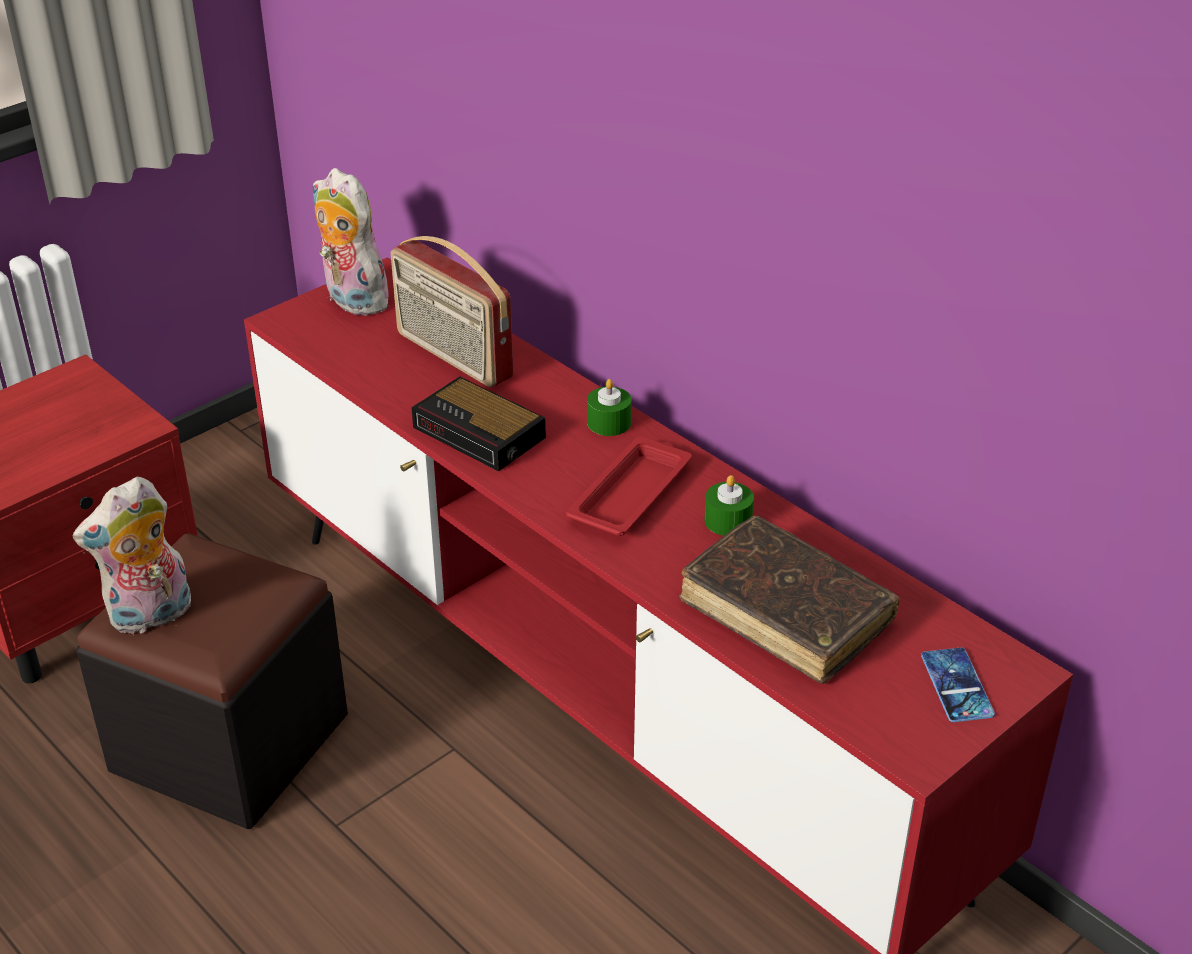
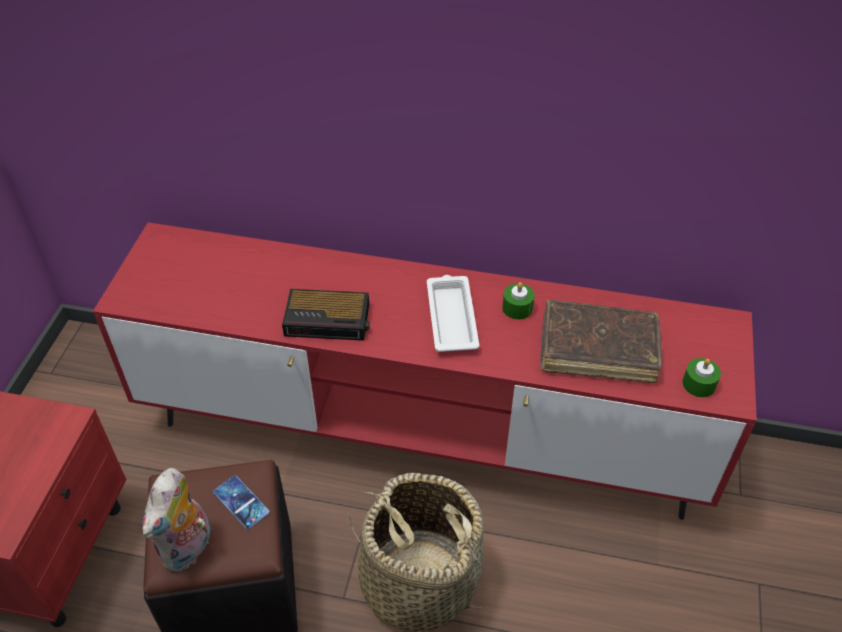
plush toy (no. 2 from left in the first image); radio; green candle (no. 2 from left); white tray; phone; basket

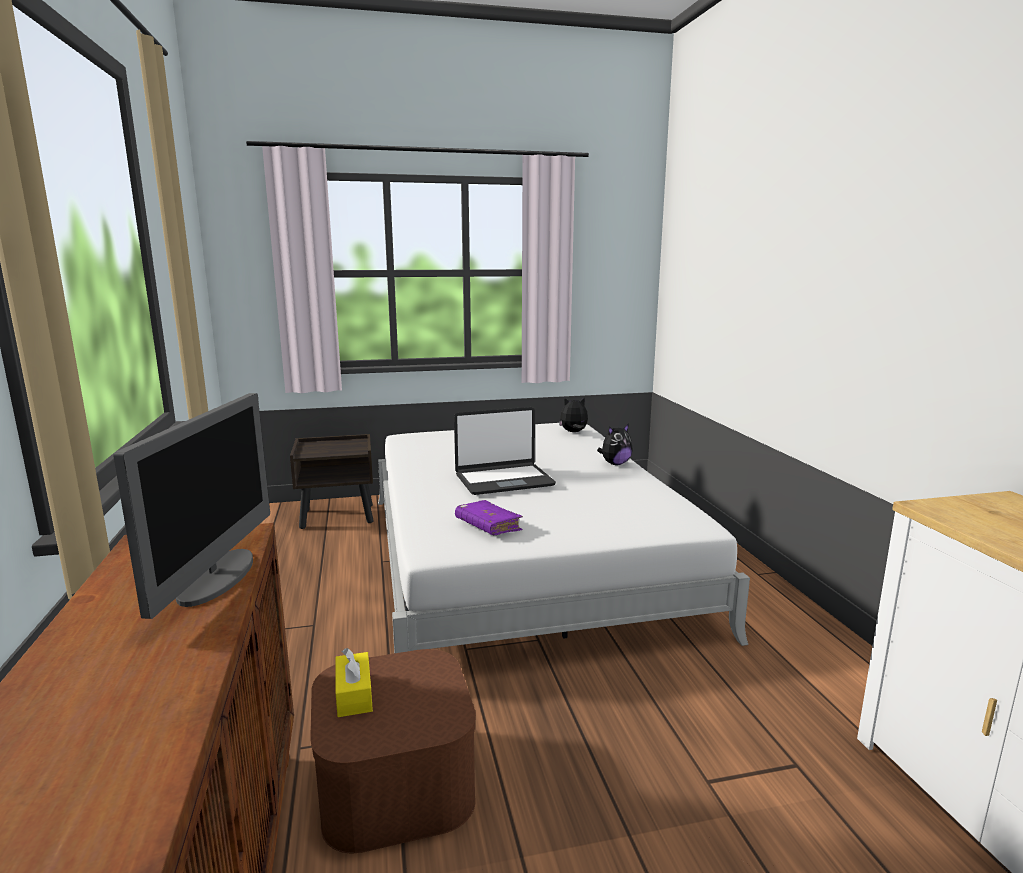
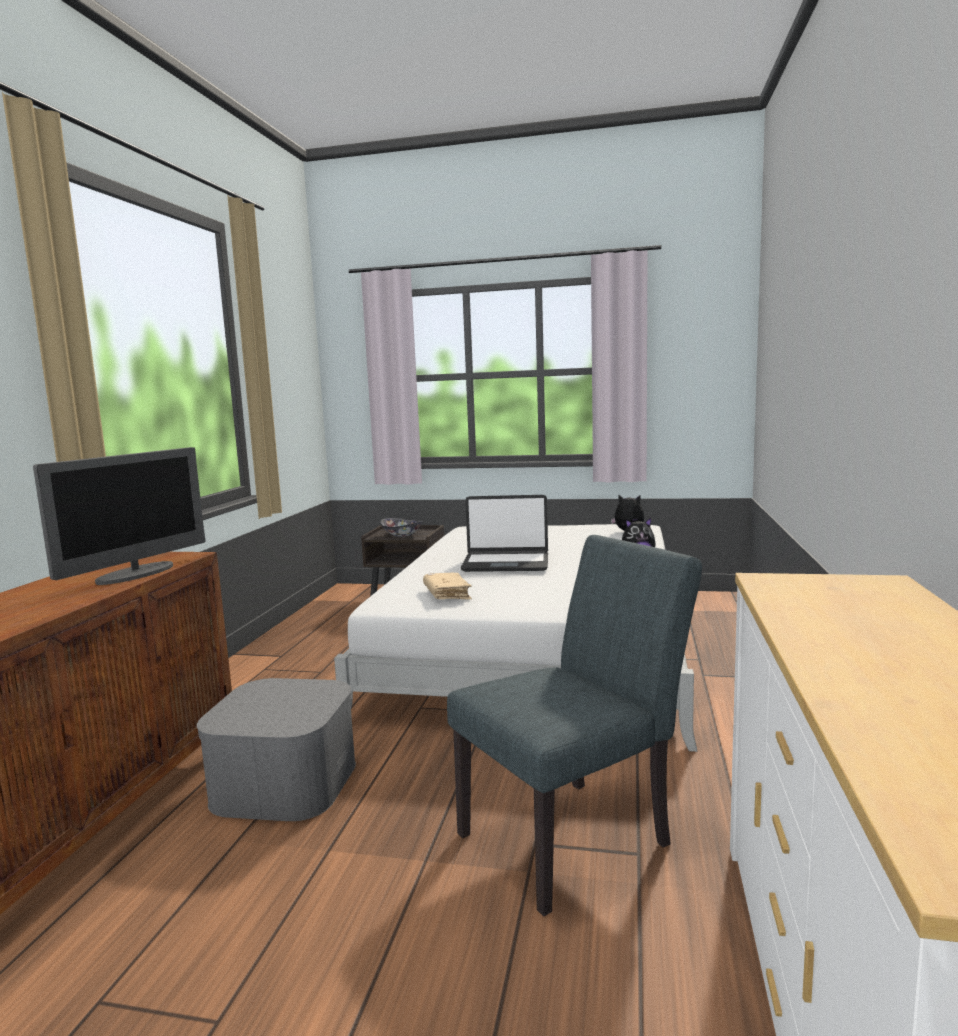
beige book; yellow tissue box; grey storage box; bowl; grey chair

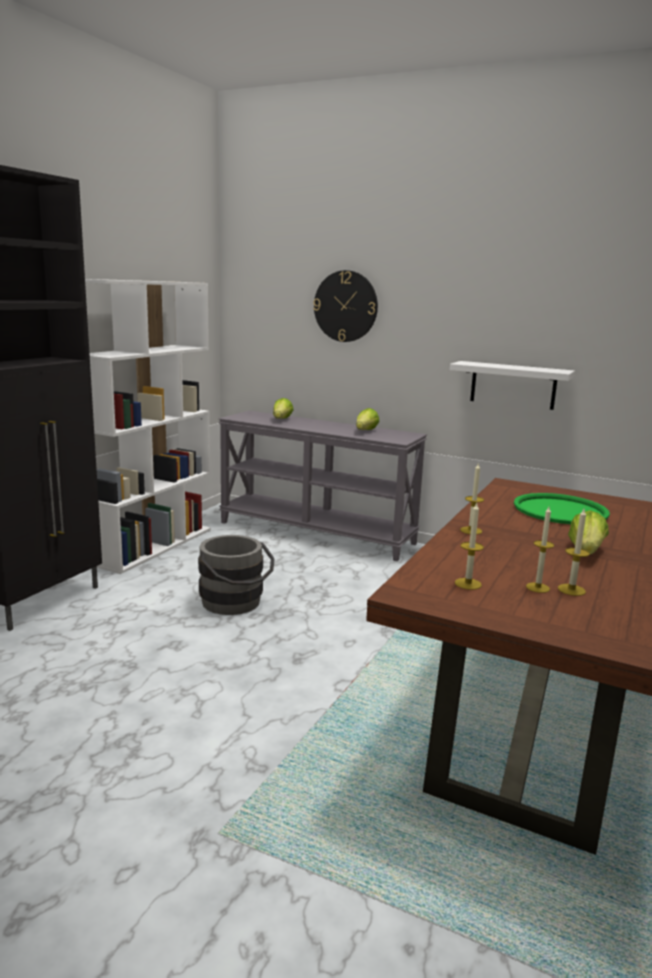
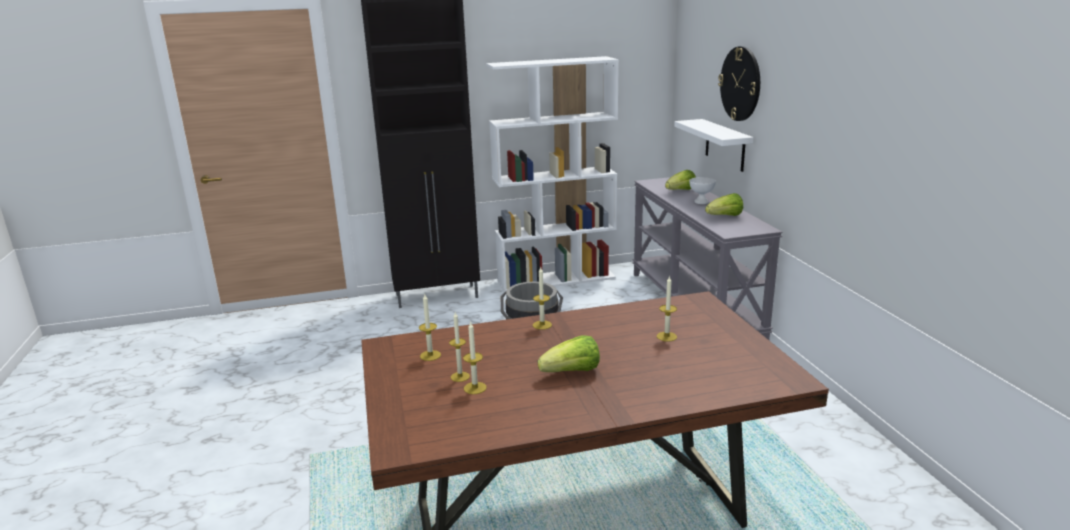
white shelf; candle (no. 5 from left); white bowl

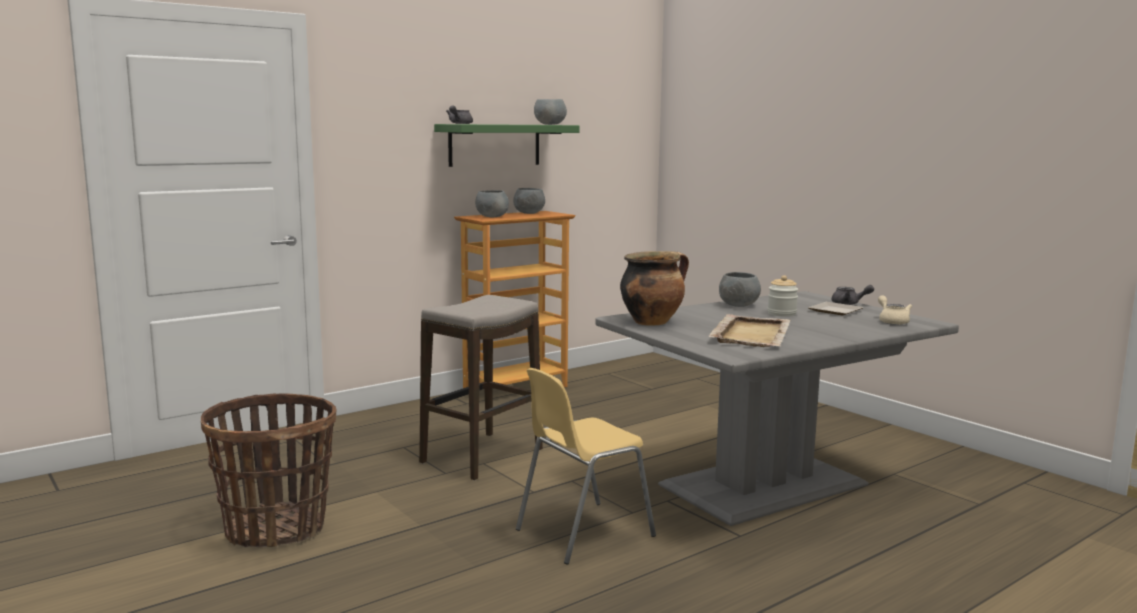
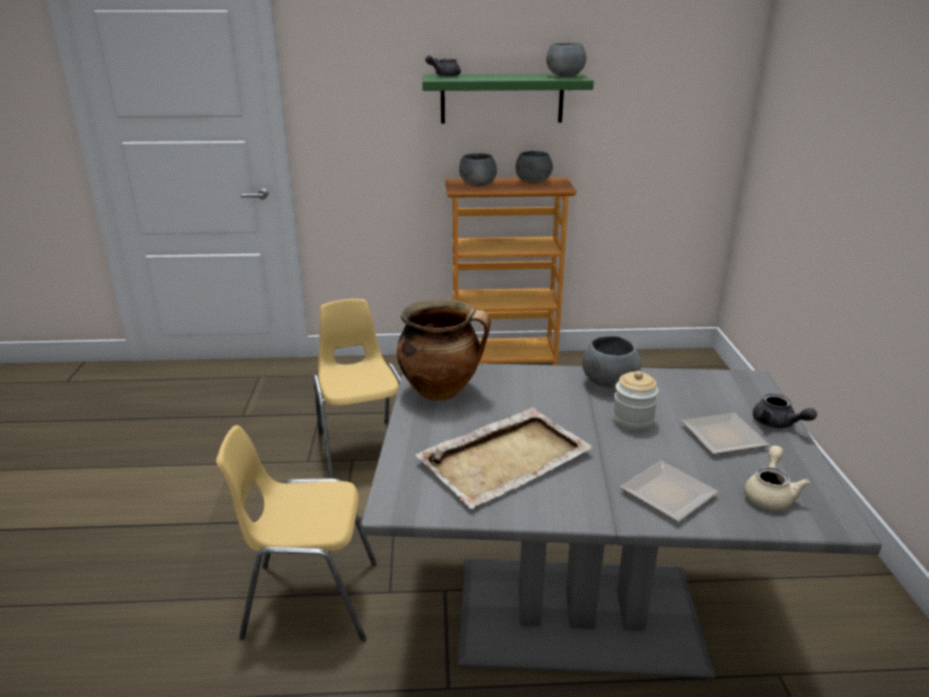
yellow chair (no. 2 from left); basket; plate (no. 1 from left)

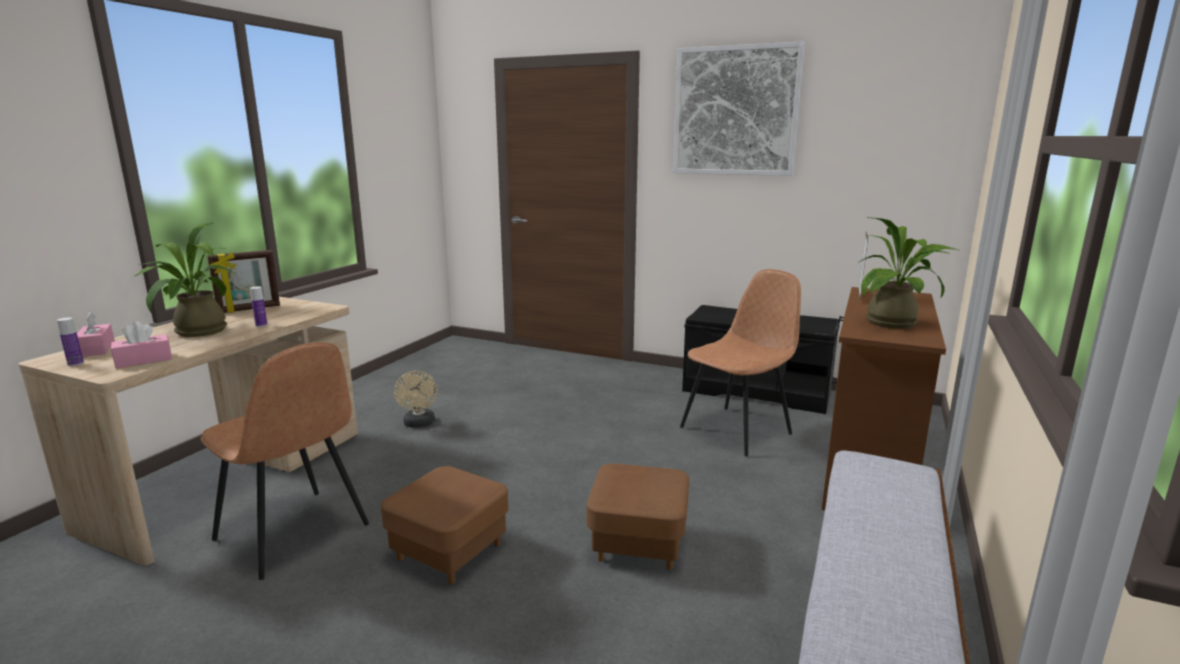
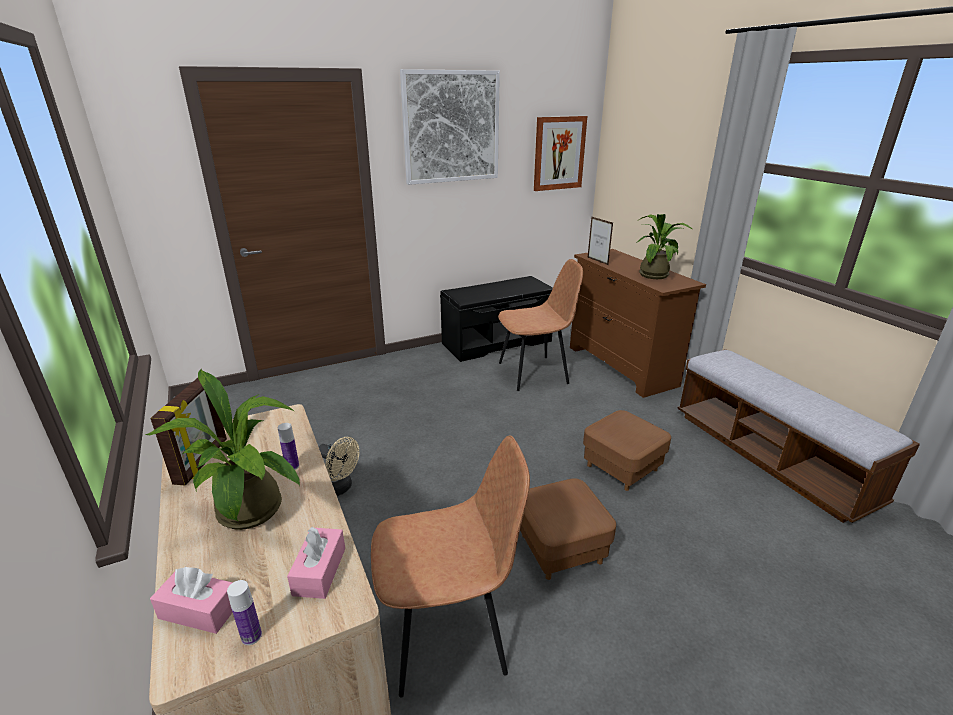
brown chair (no. 2 from left); picture (no. 2 from left)

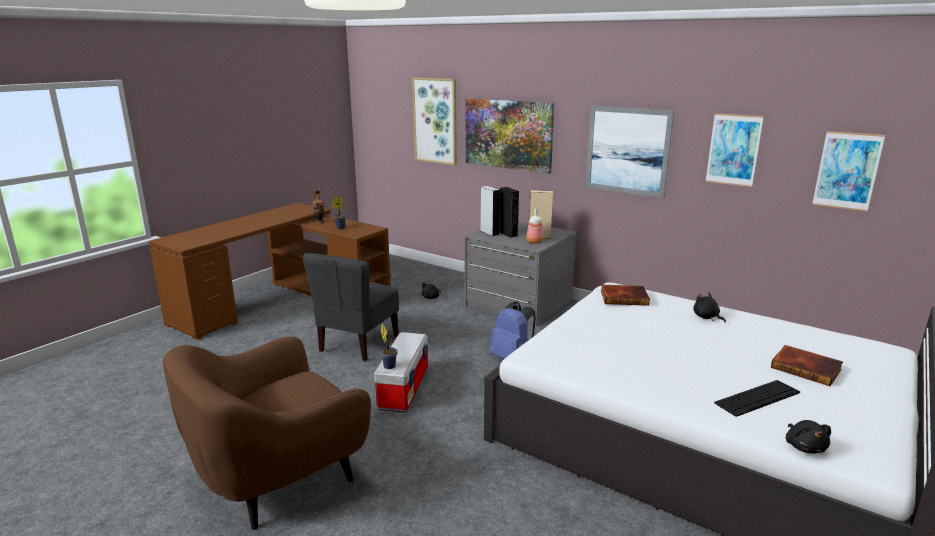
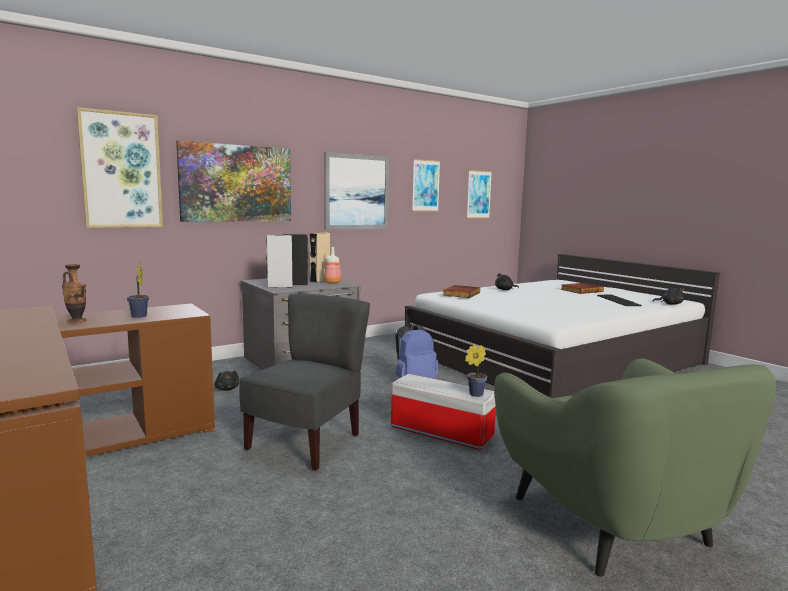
grey chair; green armchair

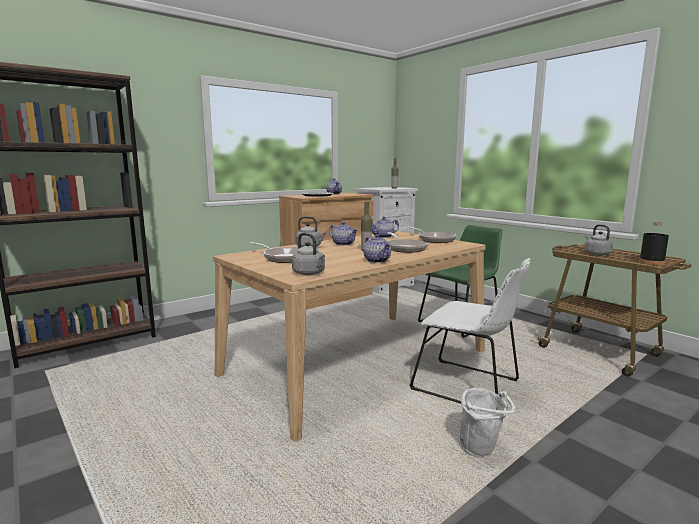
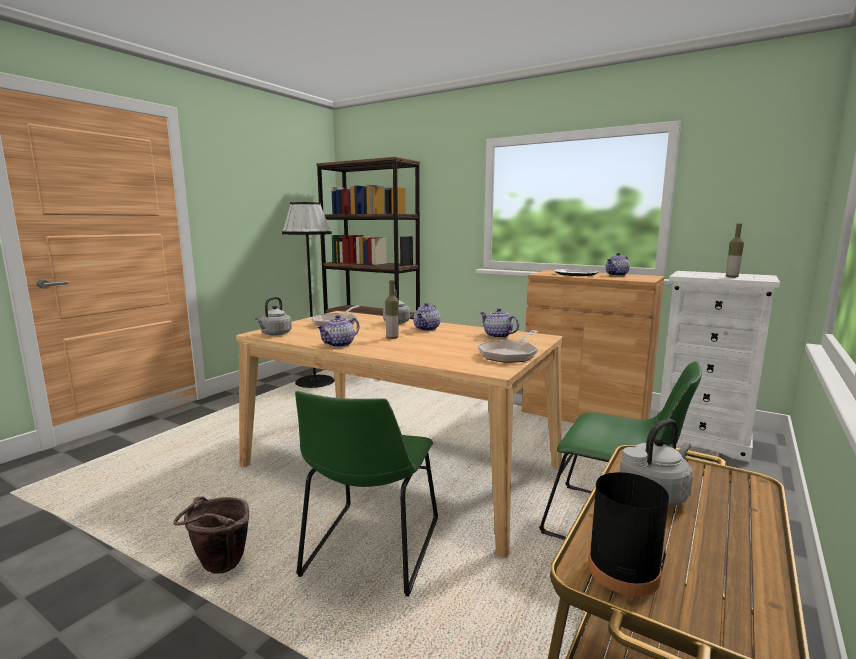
frying pan (no. 2 from left in the first image); green chair (no. 1 from left); brown bucket; black floor lamp

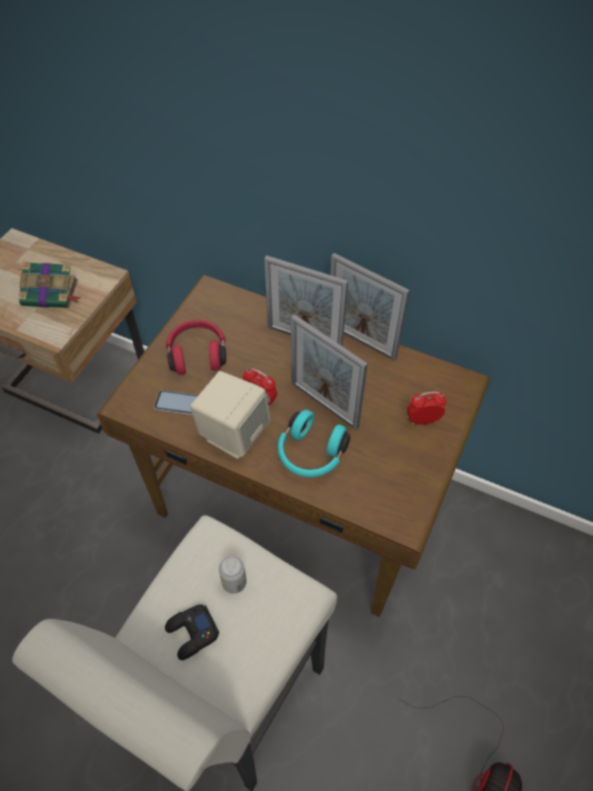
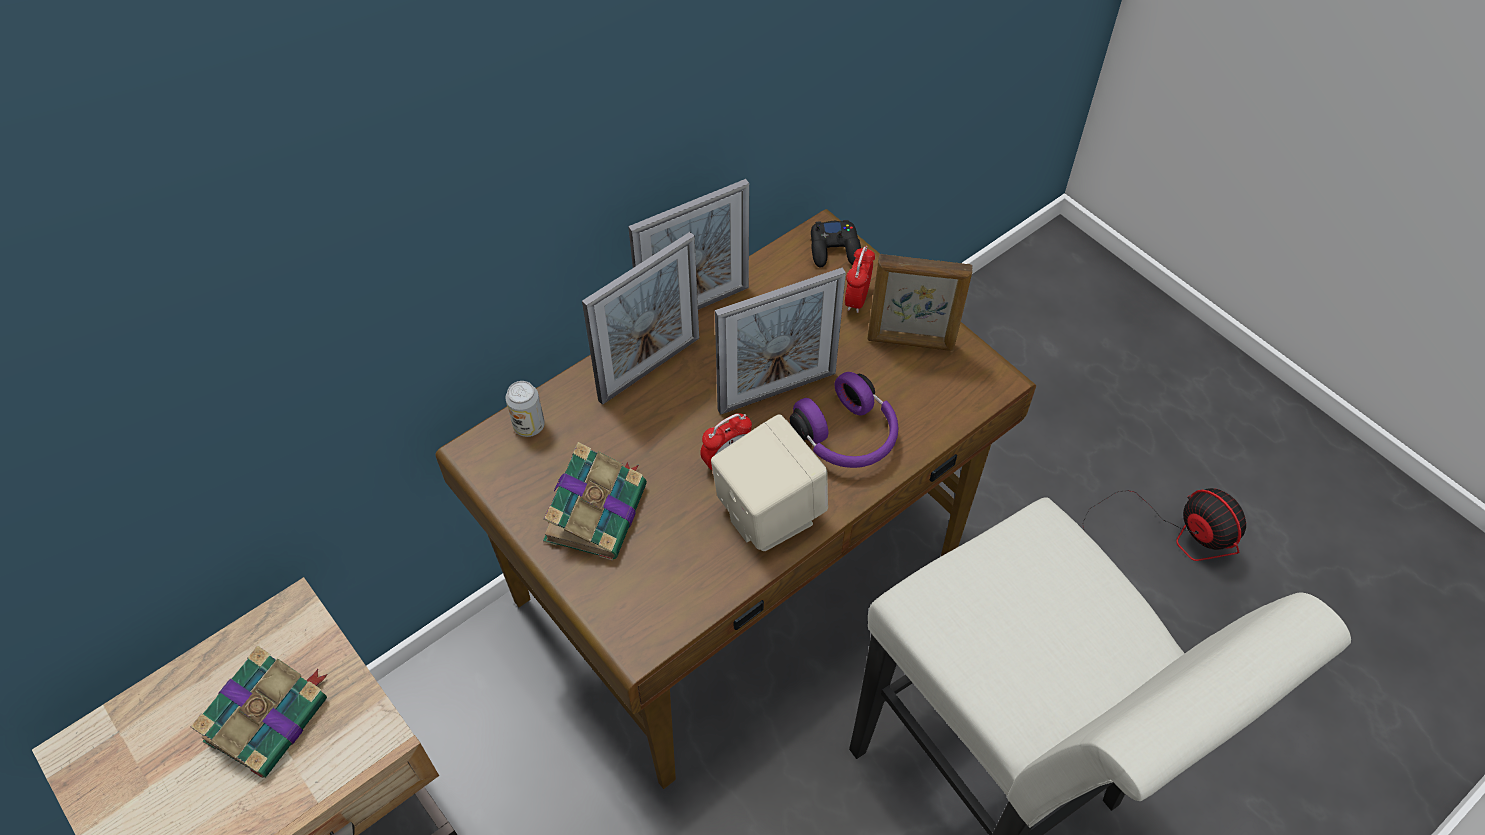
book (no. 2 from left); phone; purple headphones; can; black game controller; picture frame (no. 4 from left)

